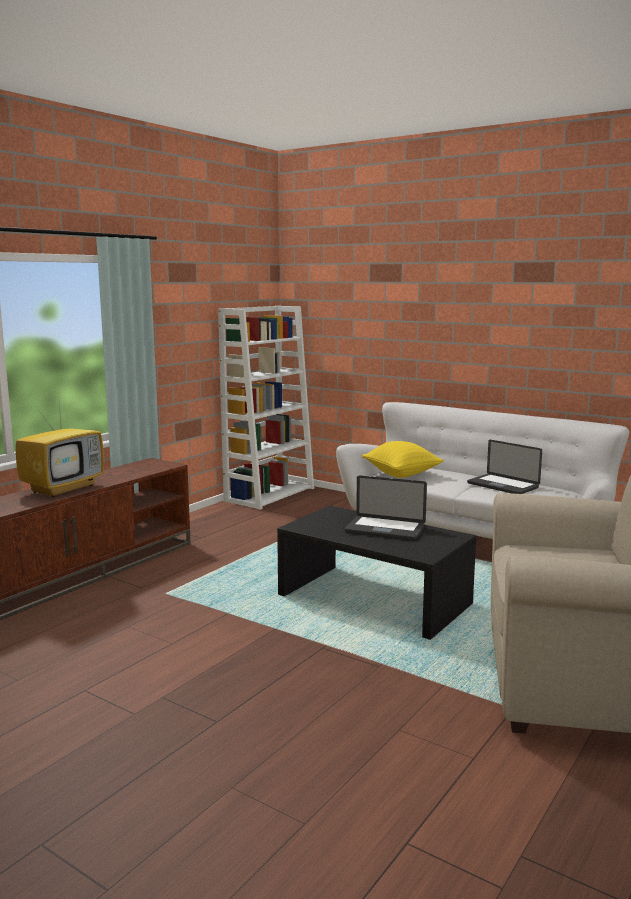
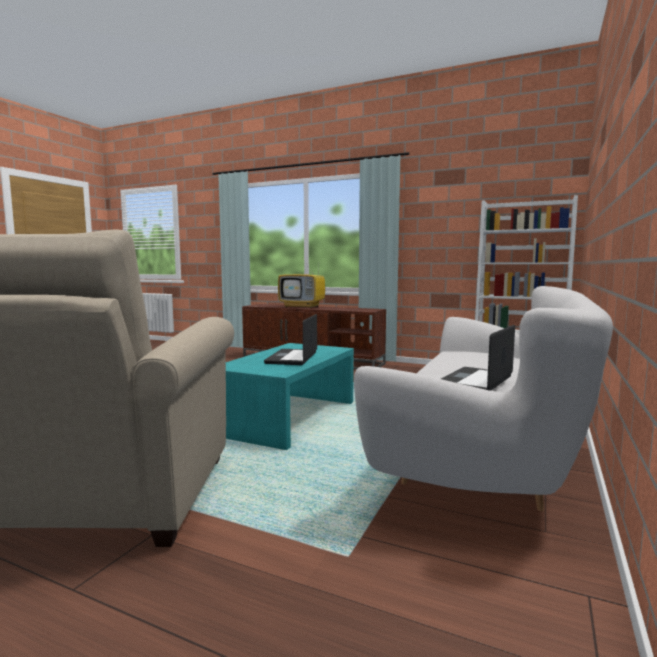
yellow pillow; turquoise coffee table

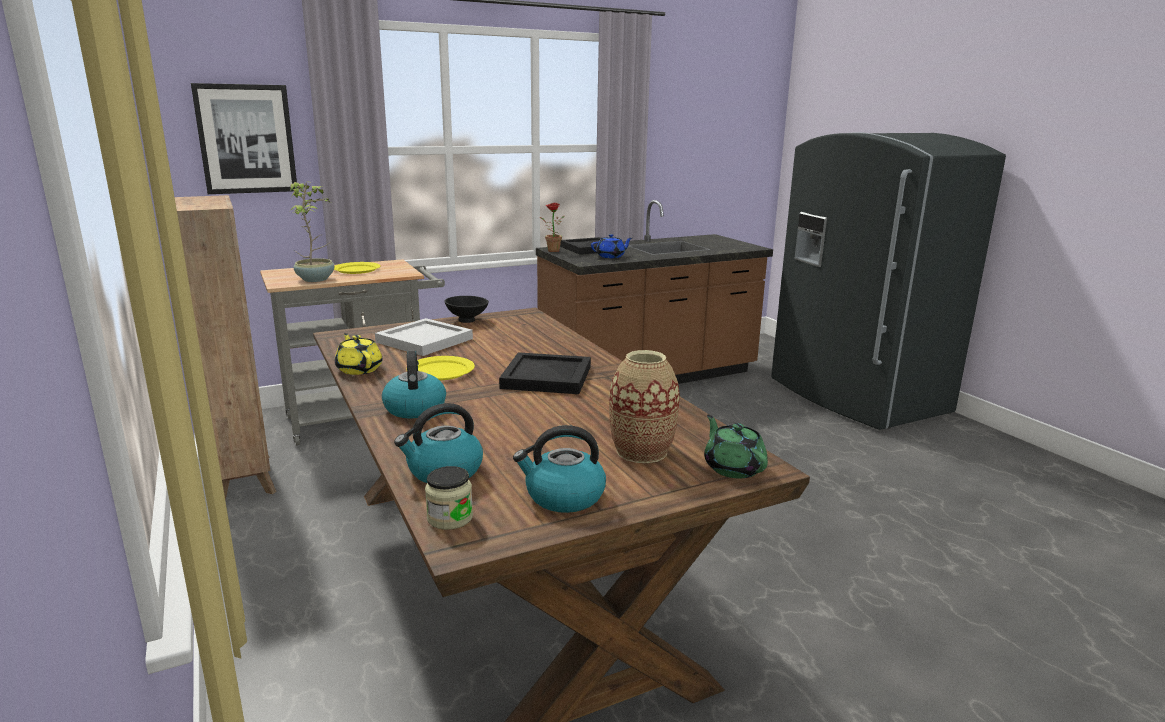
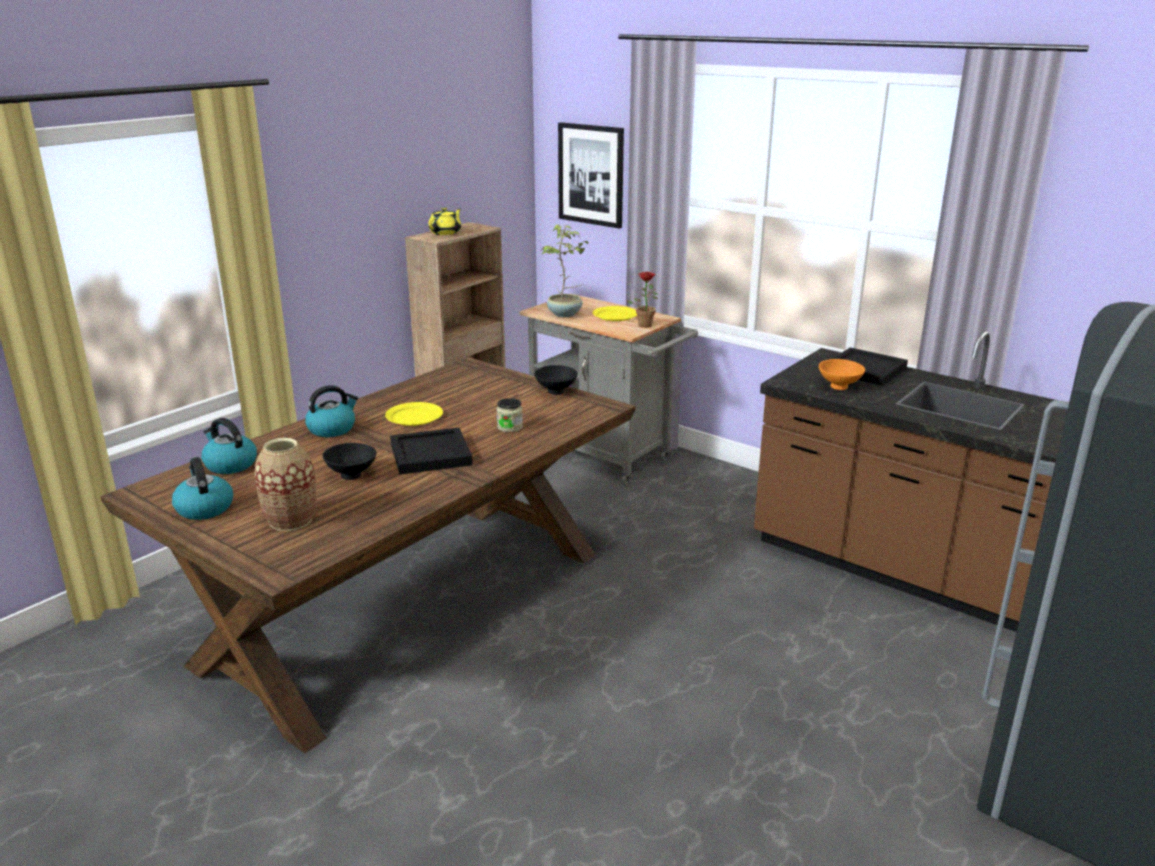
potted plant (no. 2 from left); orange bowl; white tray; yellow teapot; green teapot; jar; black bowl (no. 1 from left)

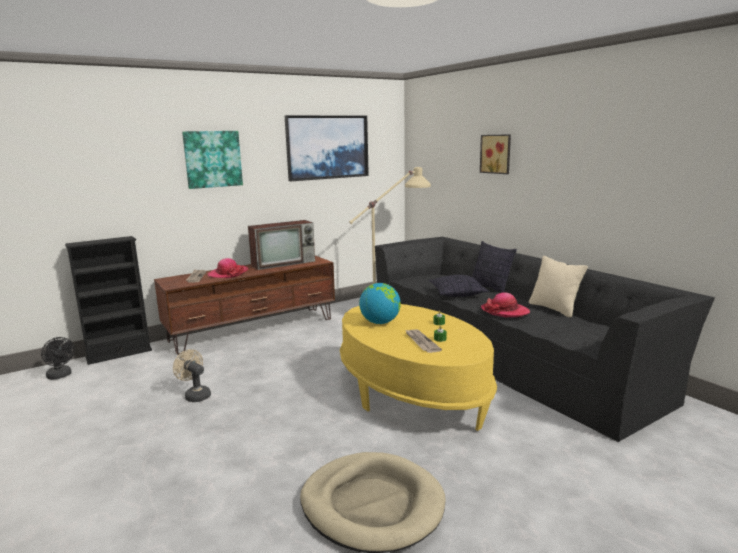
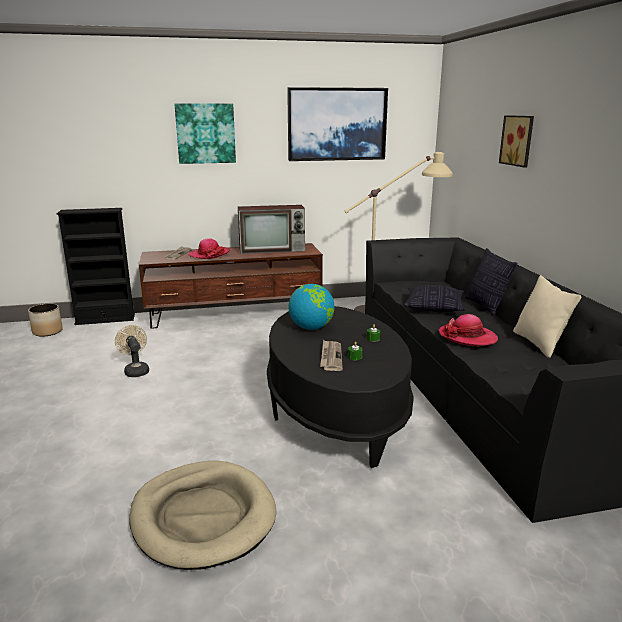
black coffee table; planter

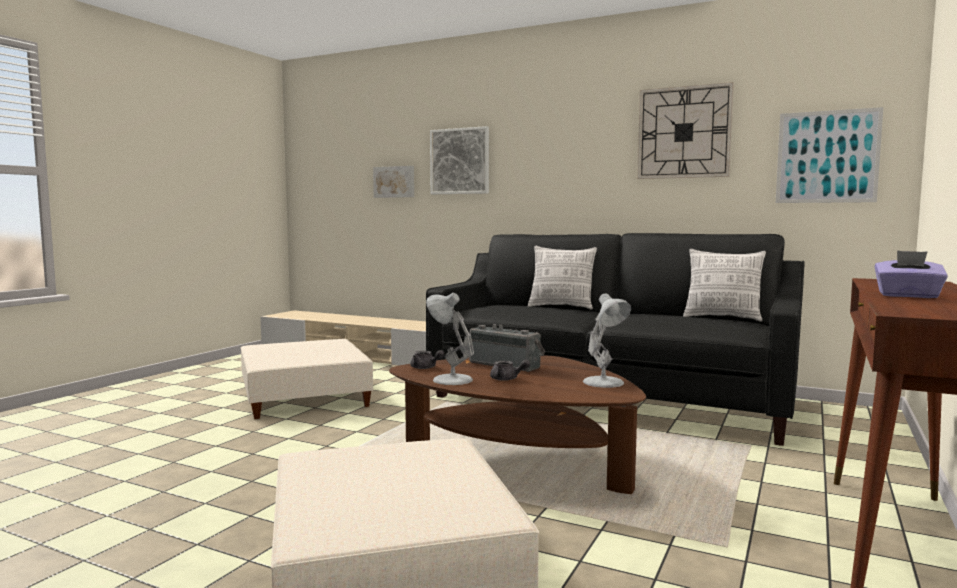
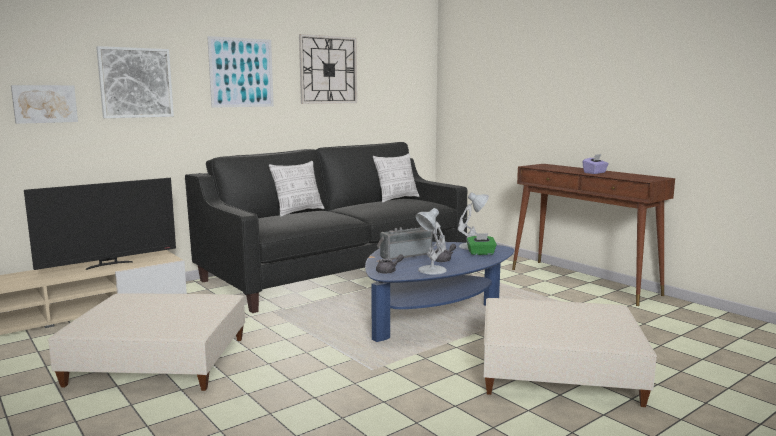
picture (no. 3 from left); blue coffee table; television; green tissue box

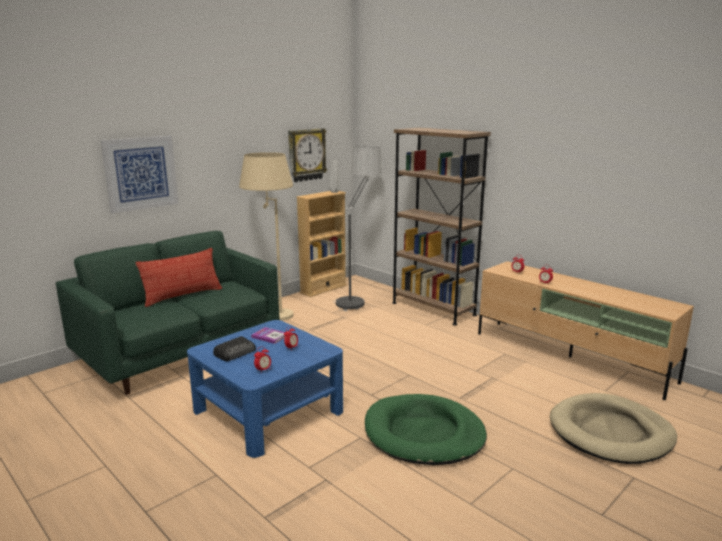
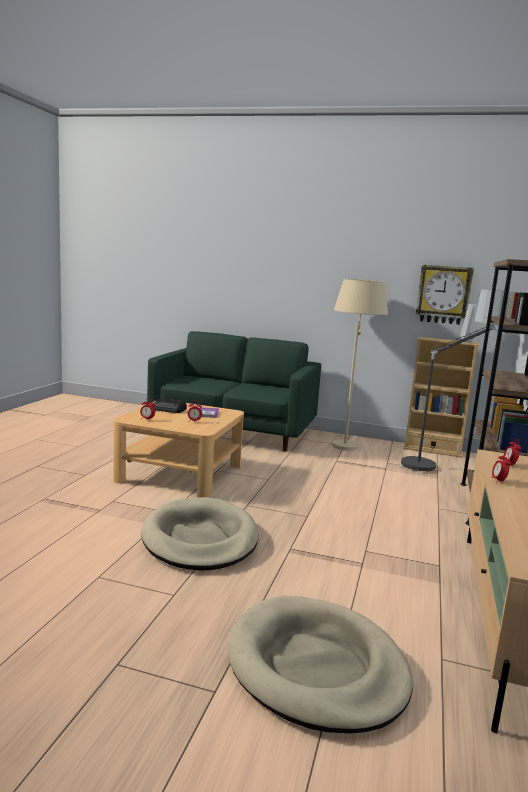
picture; pillow; beige coffee table; beige dog bed (no. 1 from left)

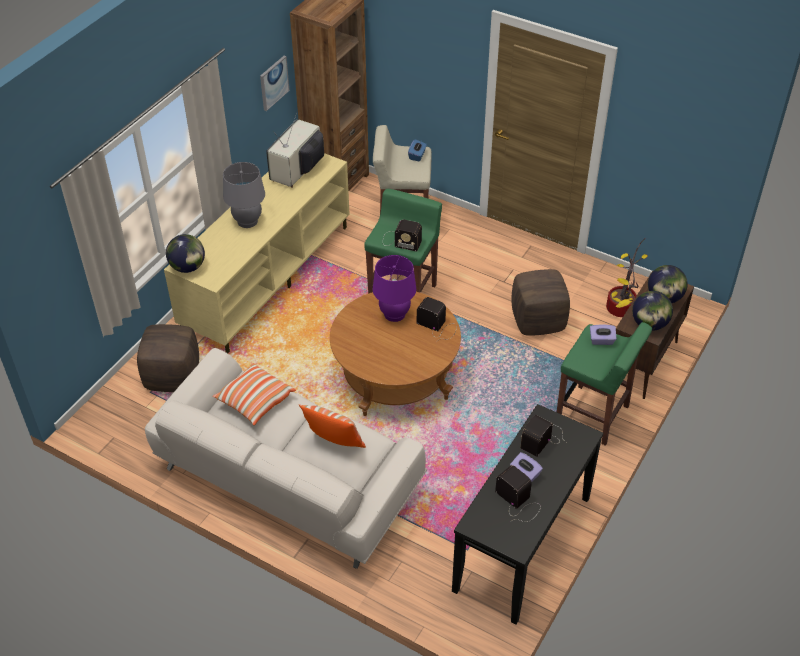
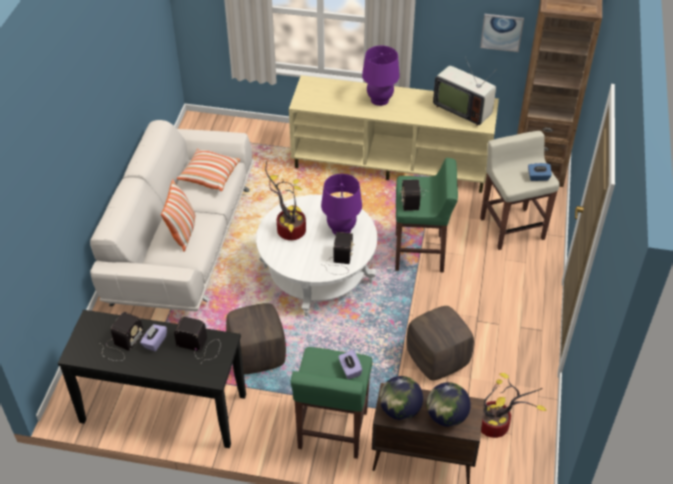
television; purple table lamp (no. 2 from left); globe (no. 1 from left in the first image); white coffee table; brown ottoman (no. 1 from left); potted plant (no. 1 from left)

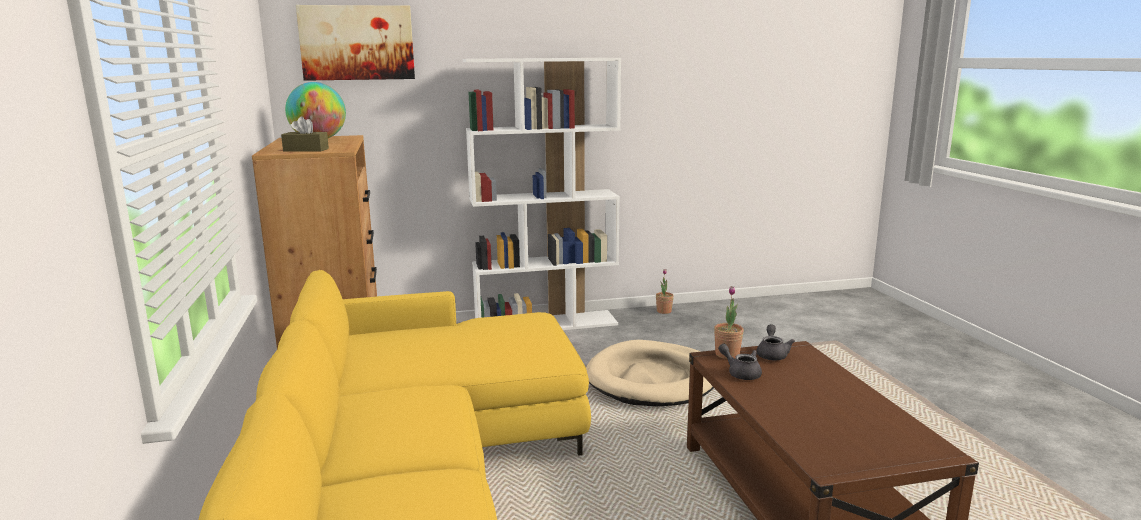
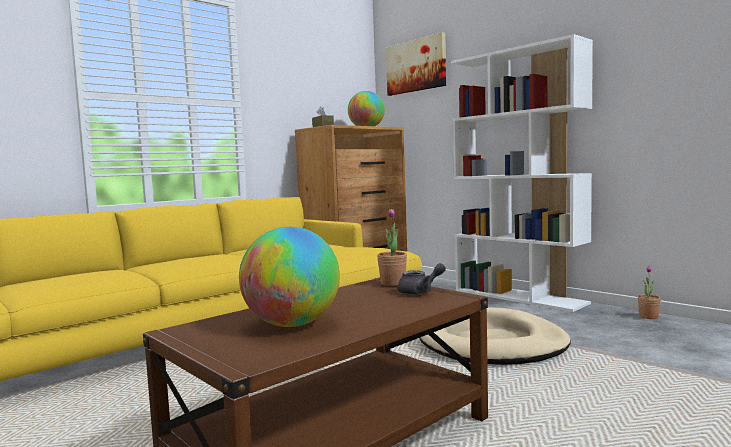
grey teapot (no. 1 from left in the first image); globe (no. 1 from left)

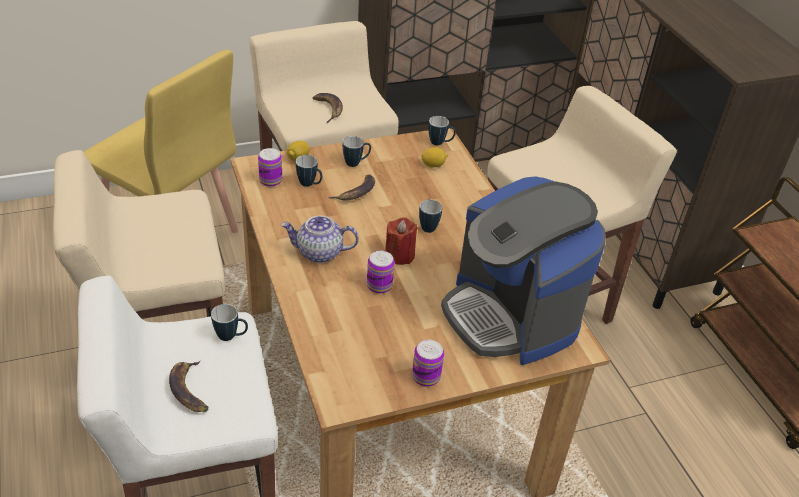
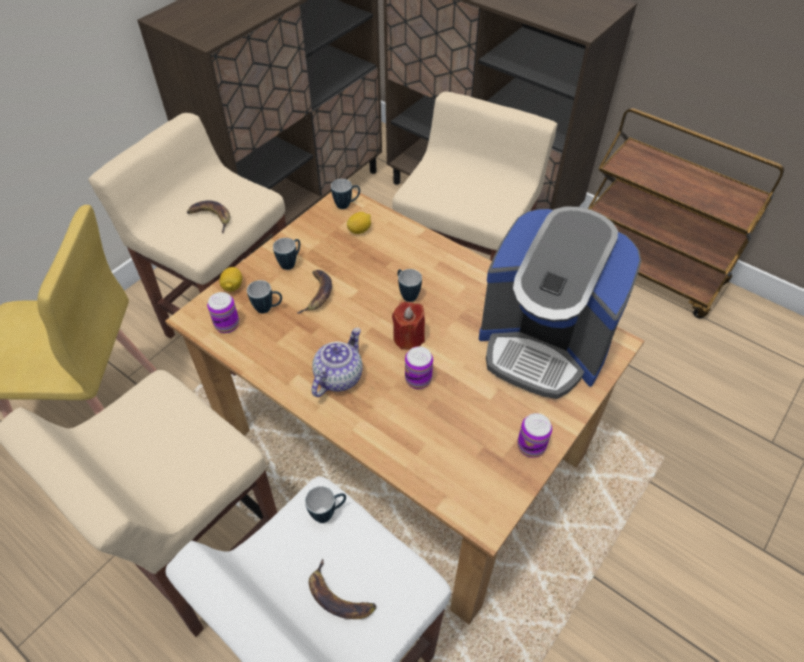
teapot

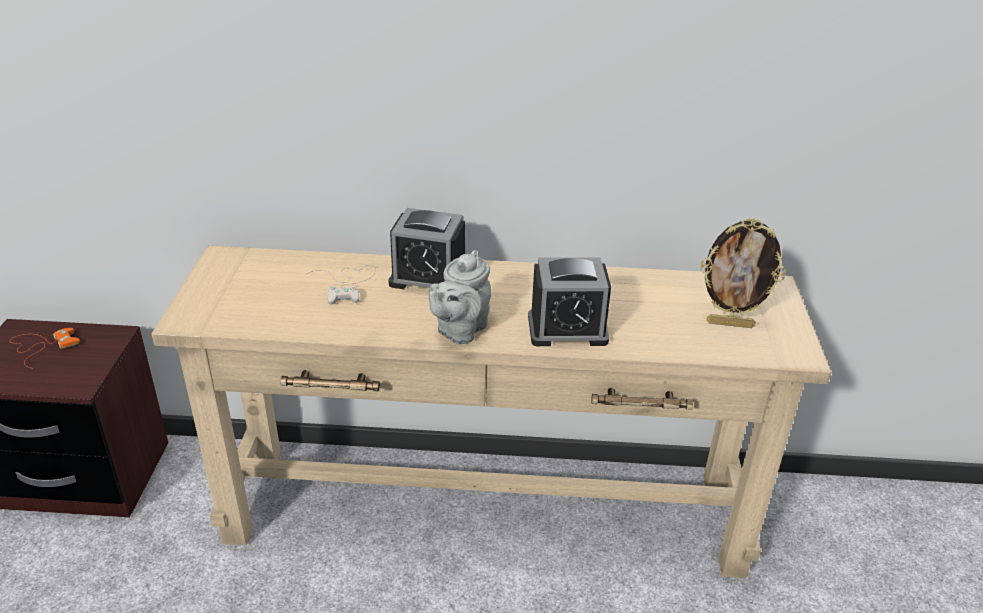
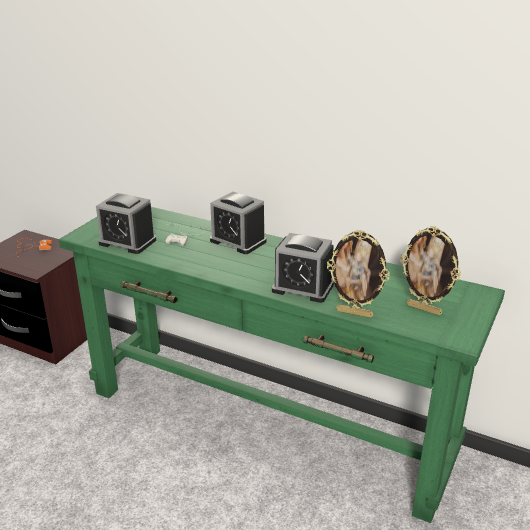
green console table; grey teapot; alarm clock (no. 1 from left); picture frame (no. 1 from left)

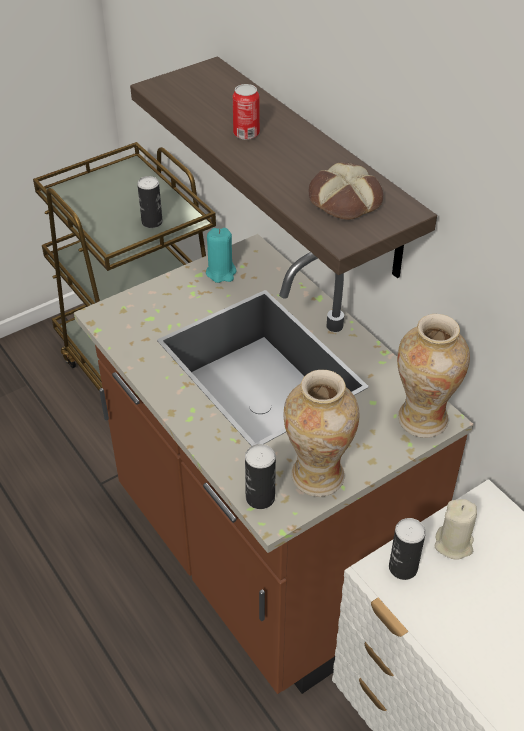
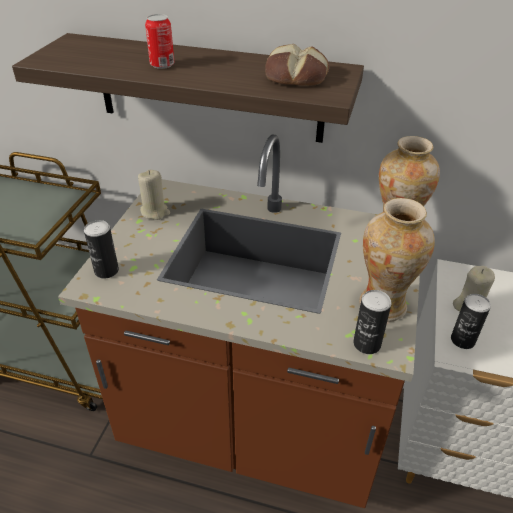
can (no. 1 from left); beige candle (no. 1 from left)

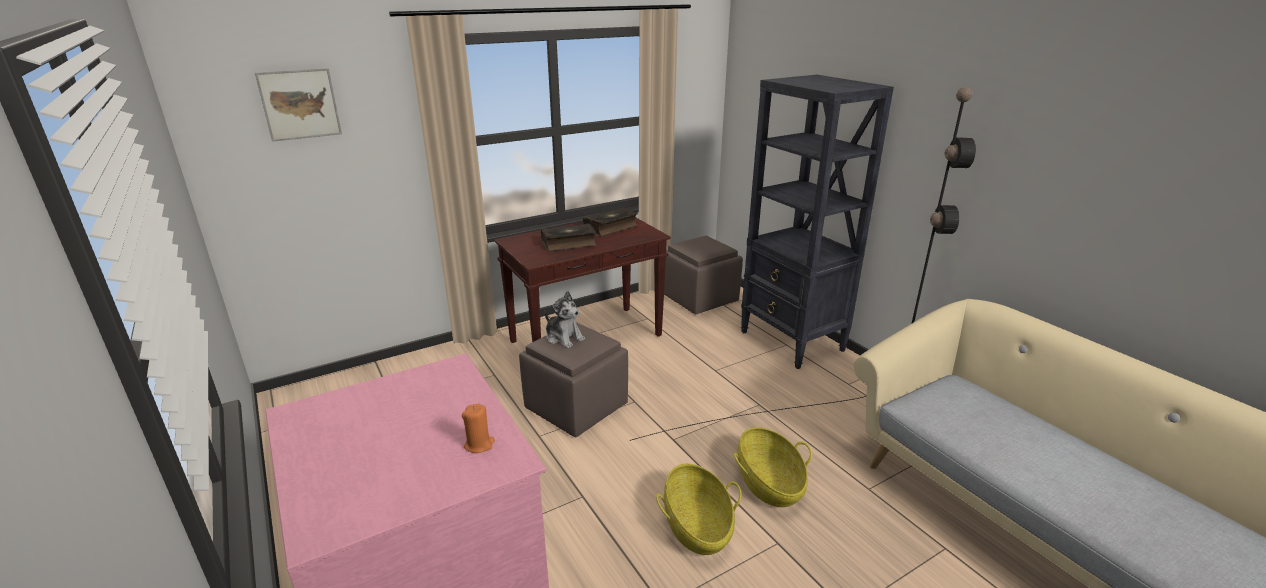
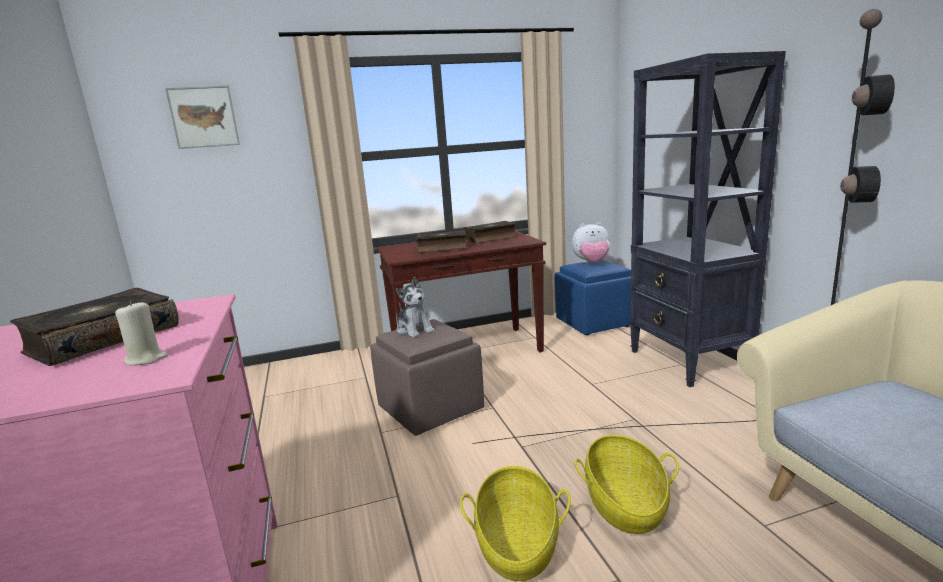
blue ottoman; beige candle; plush toy (no. 2 from left); book (no. 1 from left)

